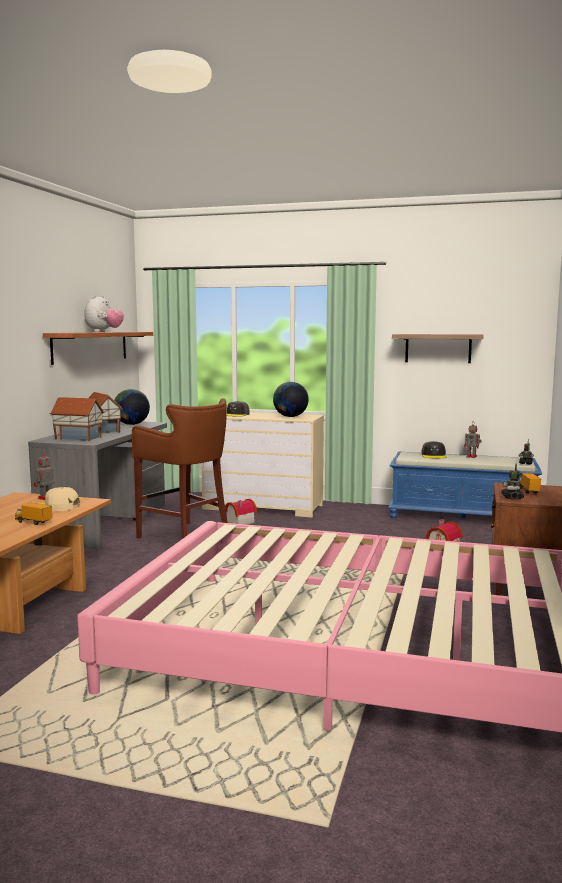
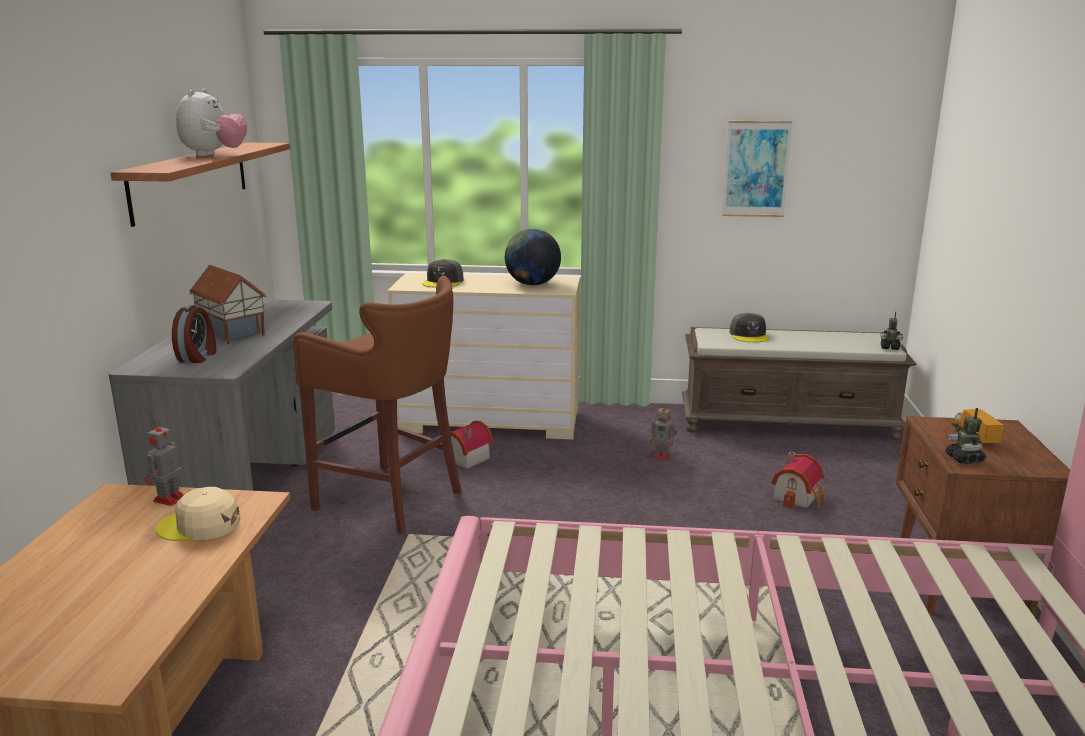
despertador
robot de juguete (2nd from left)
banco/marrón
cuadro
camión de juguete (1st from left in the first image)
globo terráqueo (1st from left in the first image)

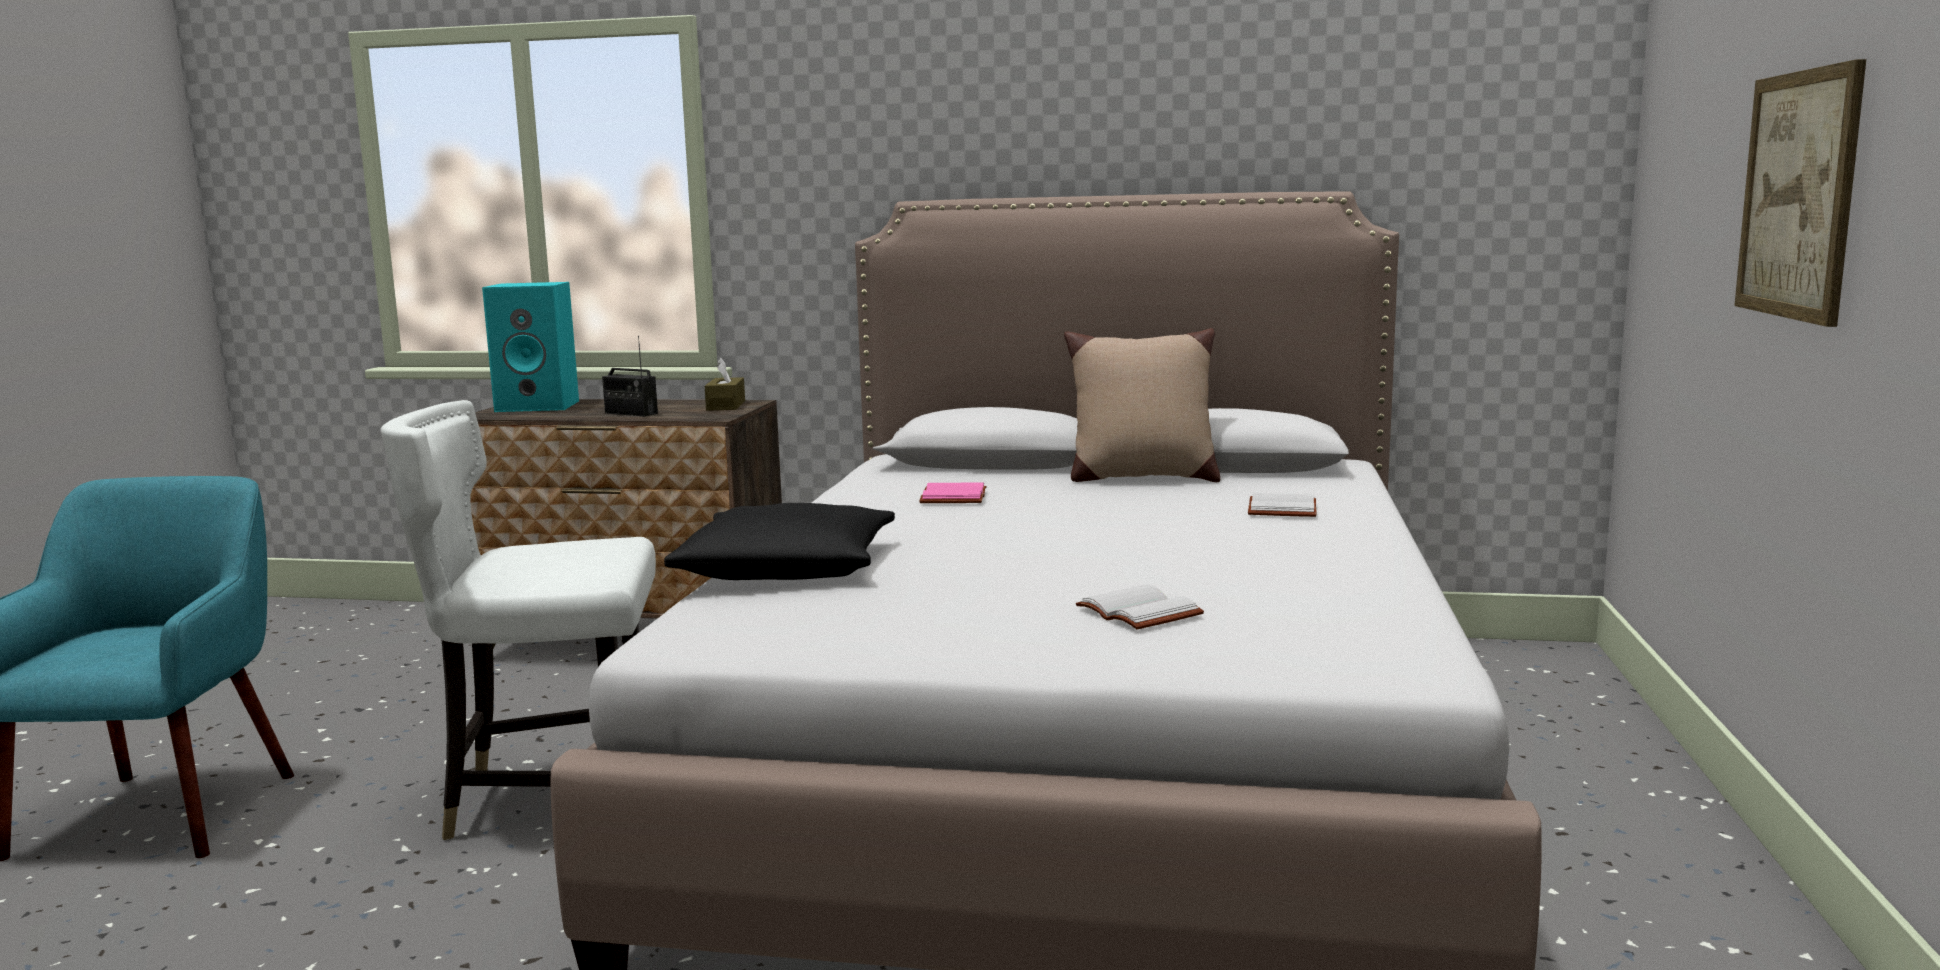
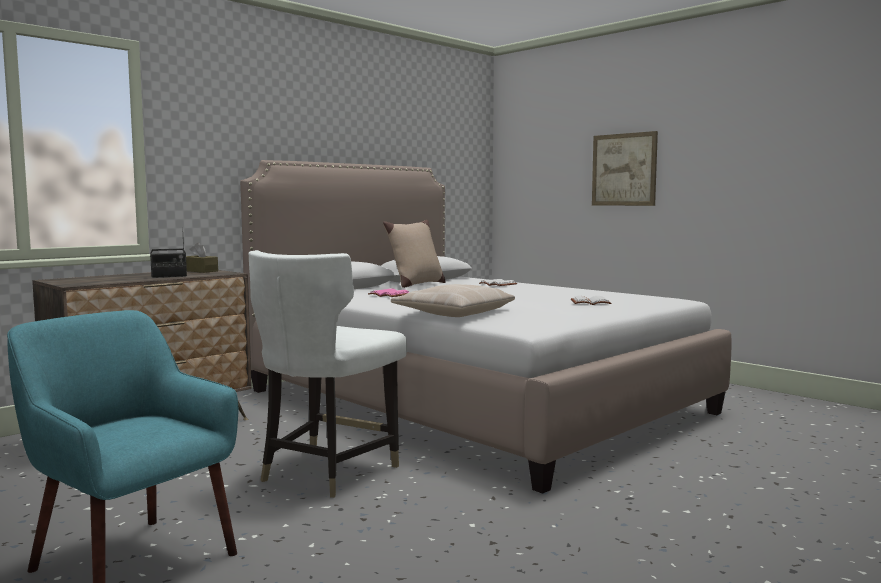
cojín/beis (2nd from left)
altavoz/turquesa

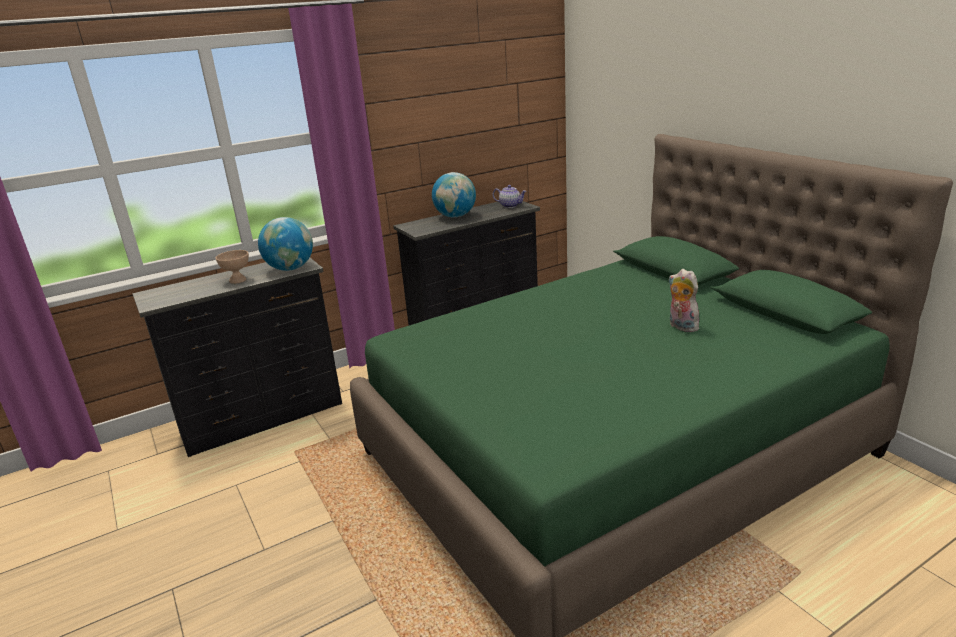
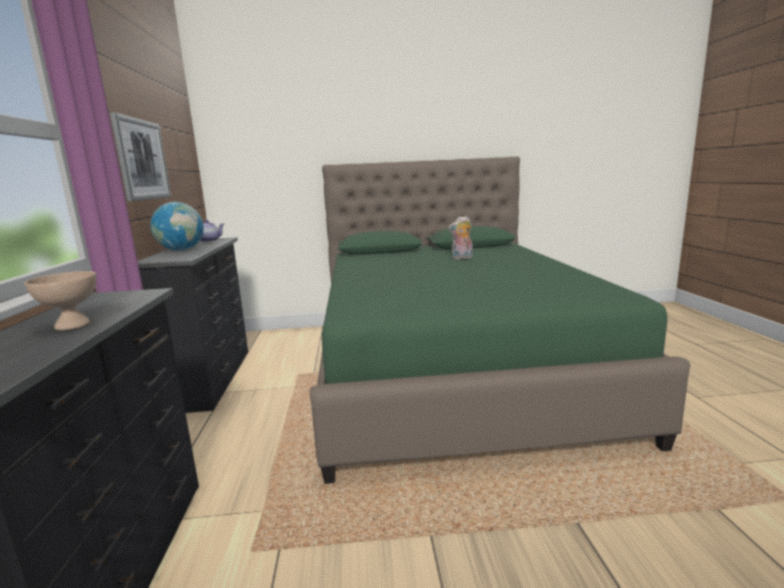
cuadro
globo terráqueo (1st from left in the first image)

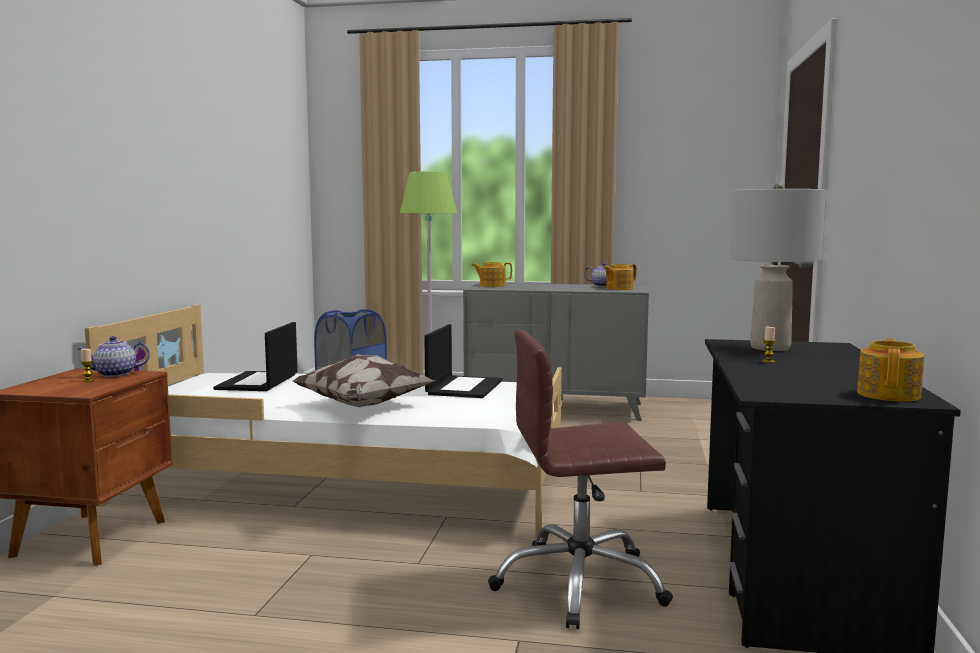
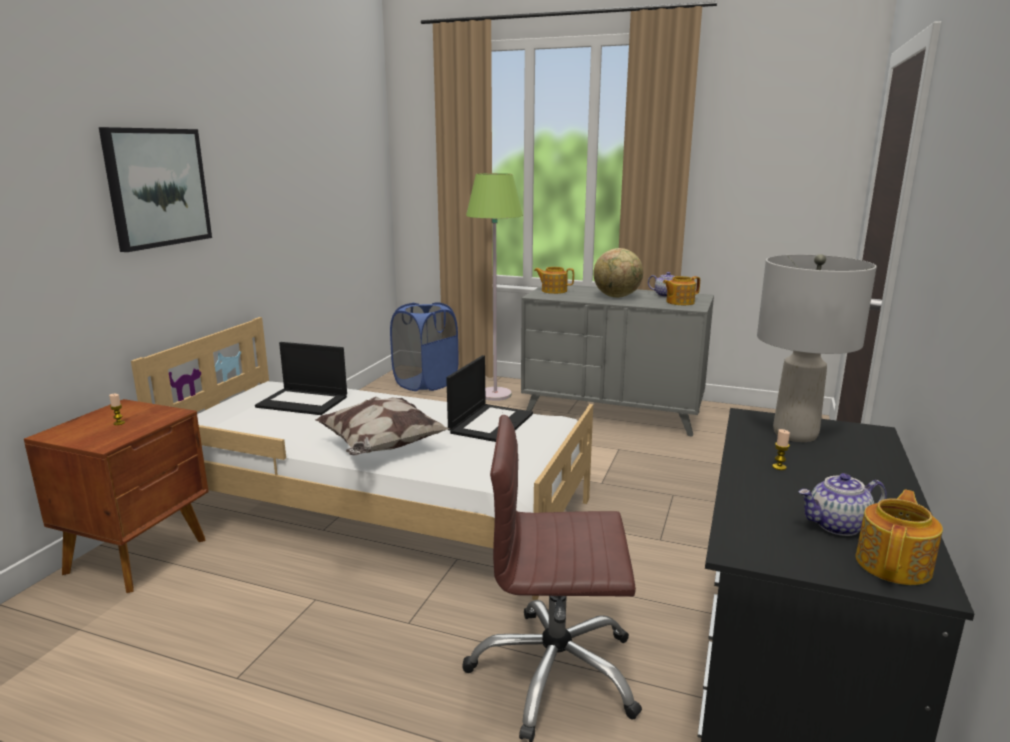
cuadro
portátil (1st from left)
globo terráqueo
tetera (4th from left)

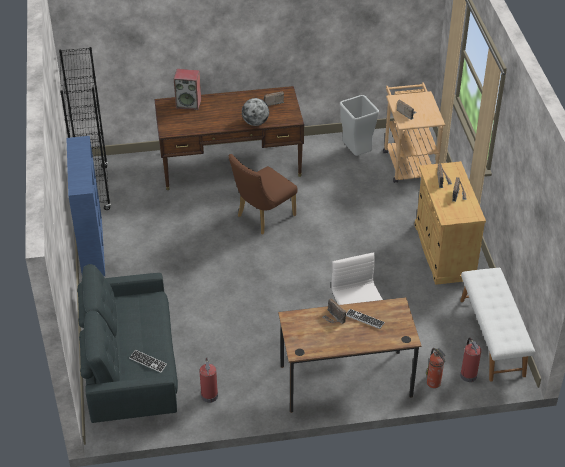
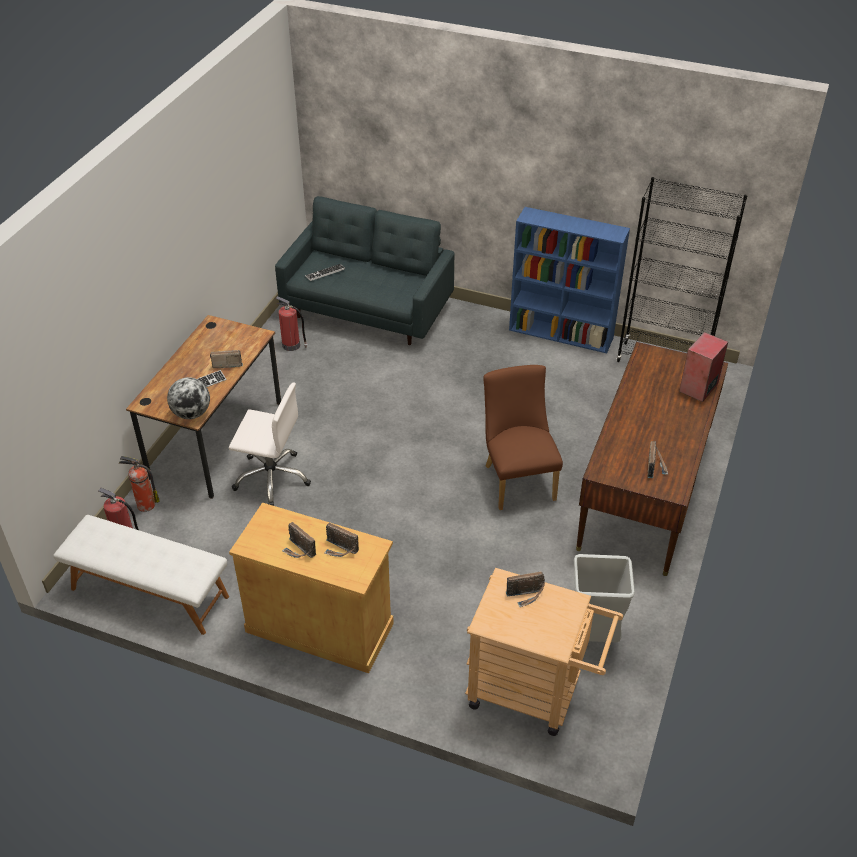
globo terráqueo

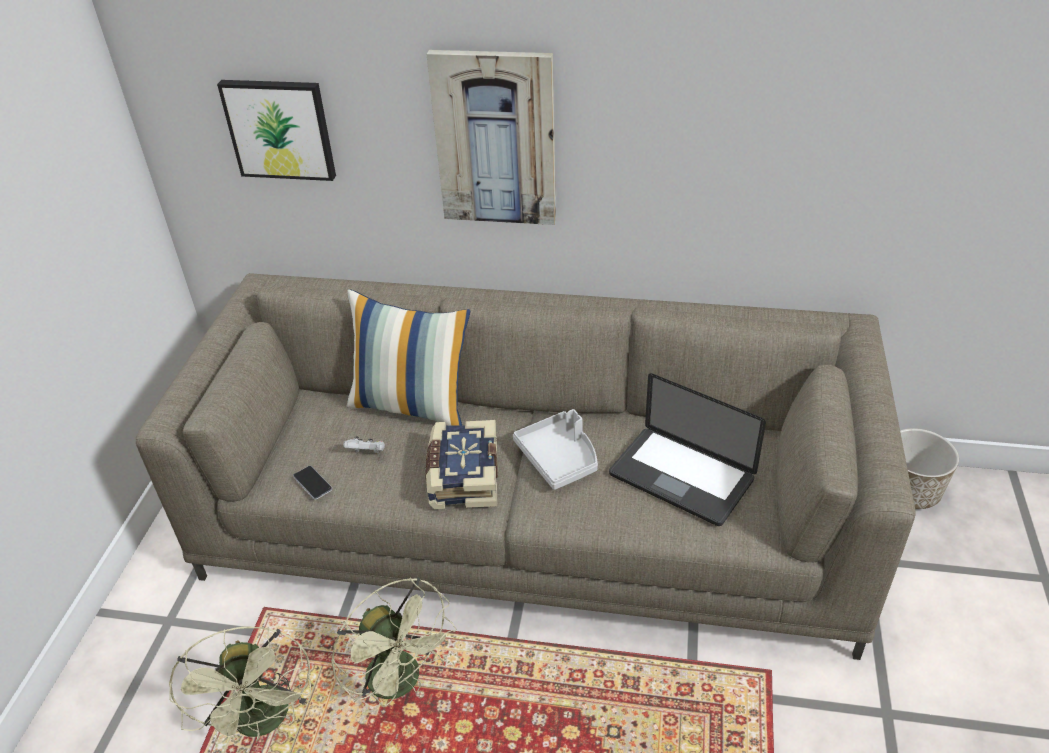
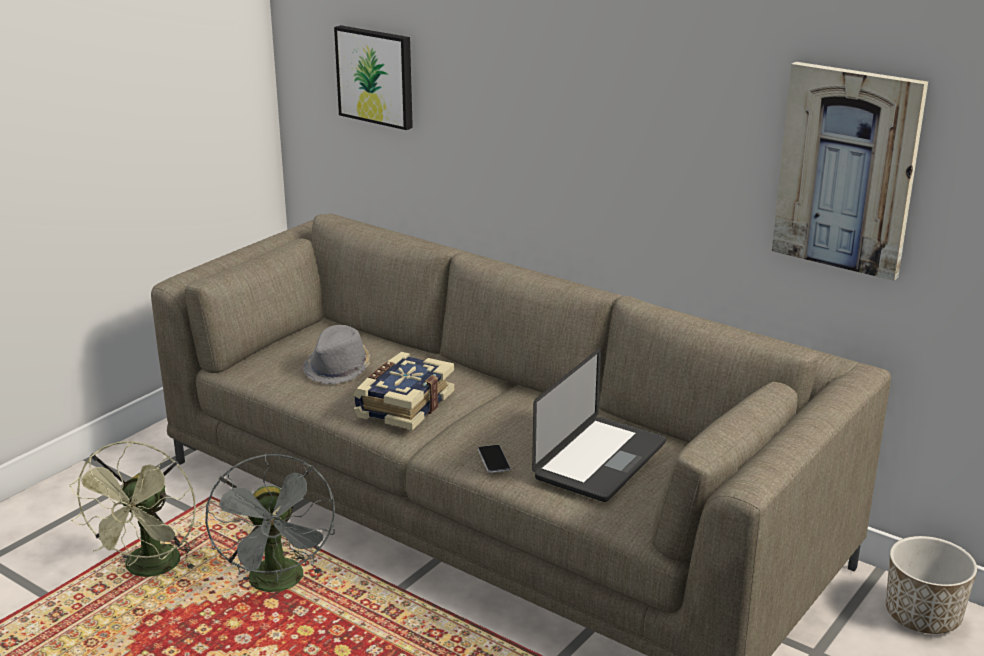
ventilador/gris
sombrero/gris
móvil
portátil
cuadro (2nd from left)
cojín
bandeja/gris

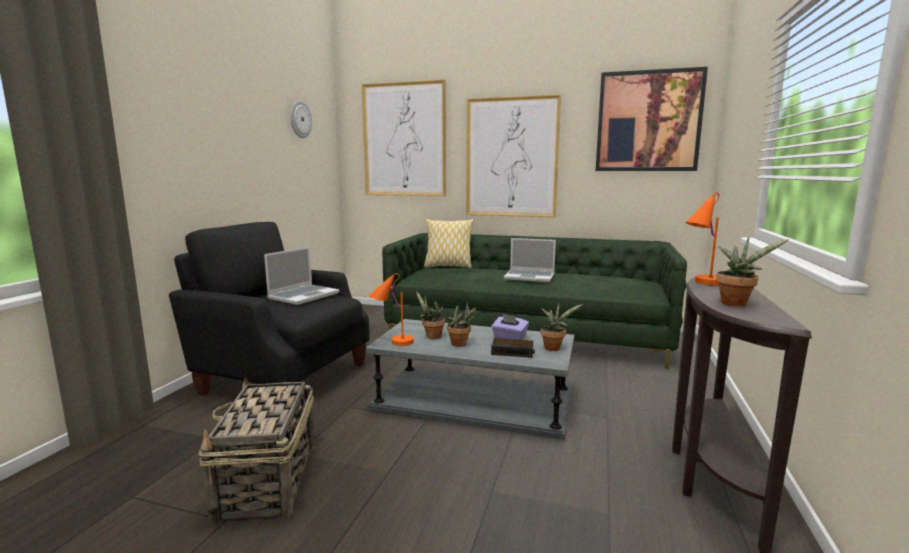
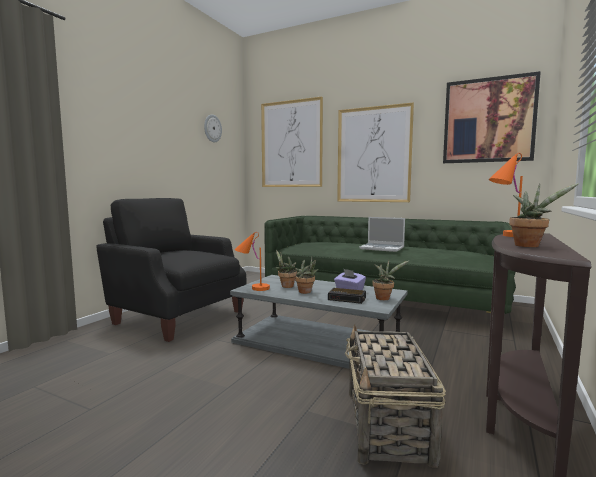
cesta
portátil (1st from left in the first image)
cojín

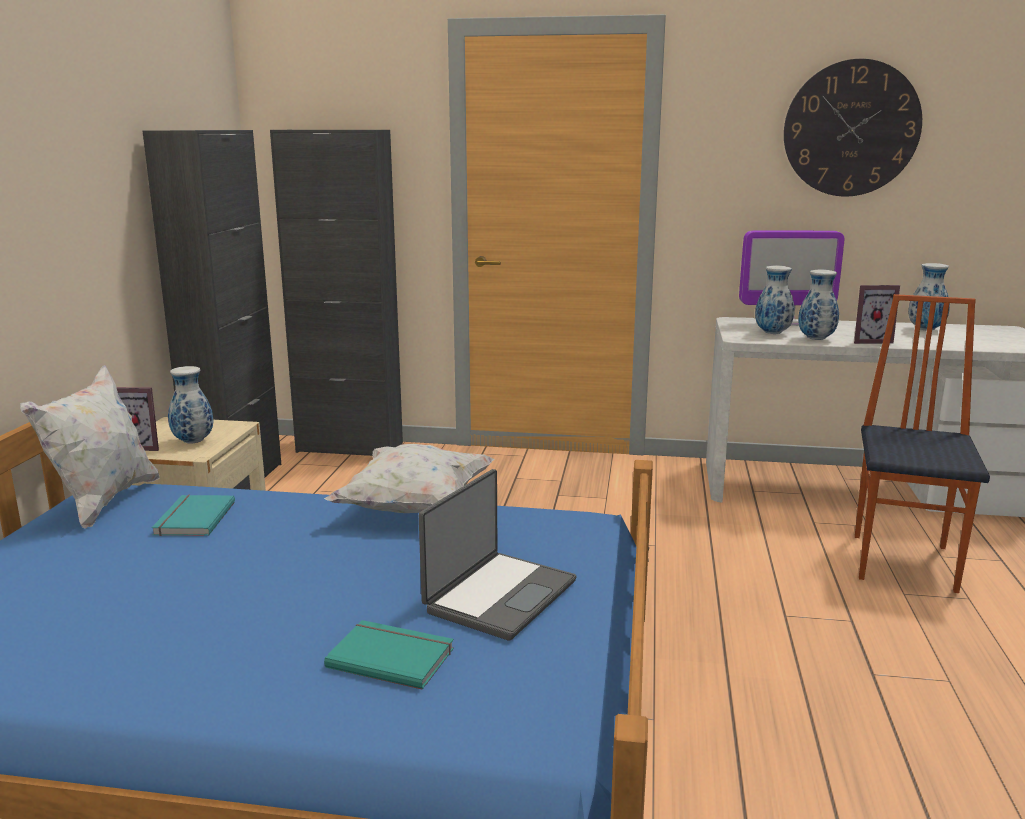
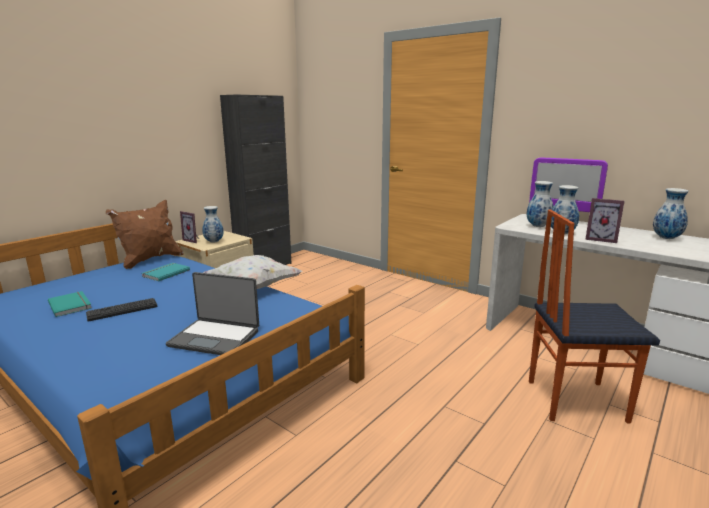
libro/turquesa (1st from left)
teclado
cojín/marrón
portátil
silla
armario/negro (2nd from left in the first image)
reloj de pared

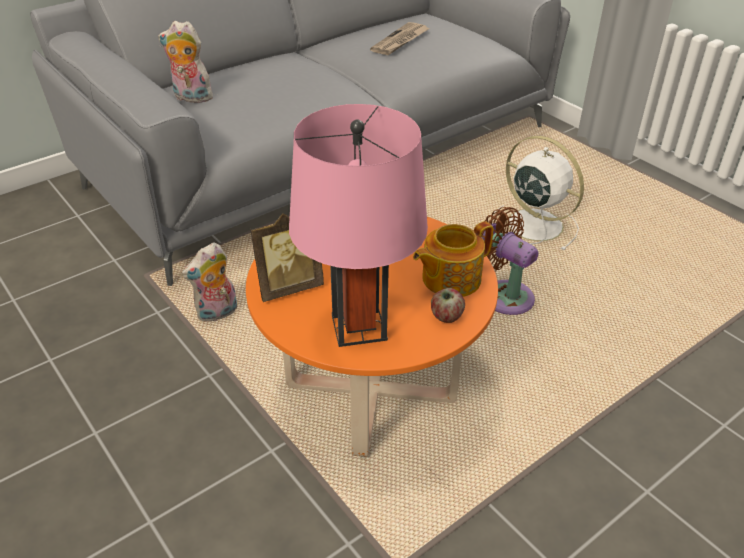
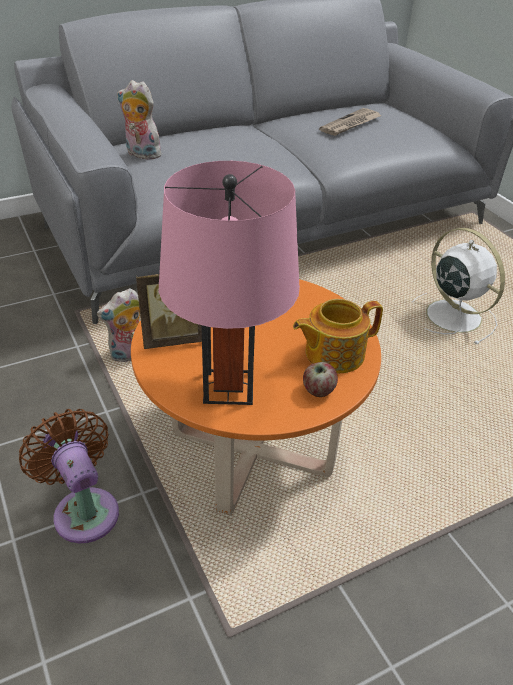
ventilador/marrón

